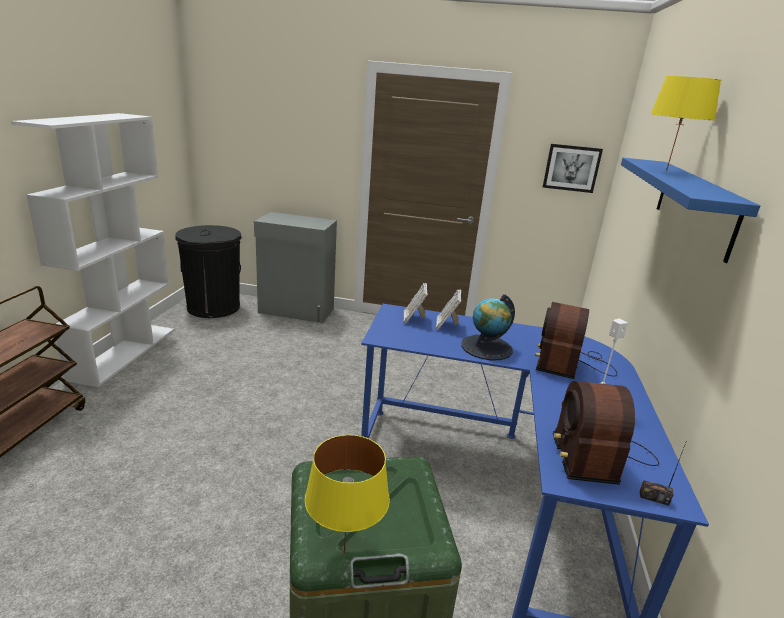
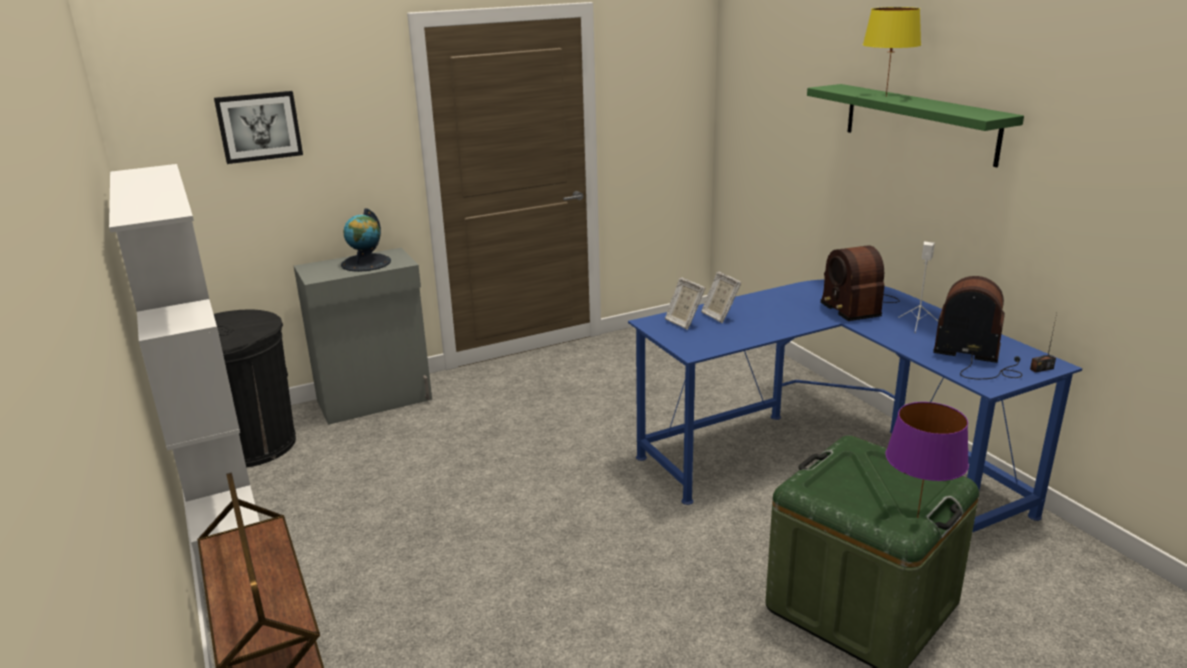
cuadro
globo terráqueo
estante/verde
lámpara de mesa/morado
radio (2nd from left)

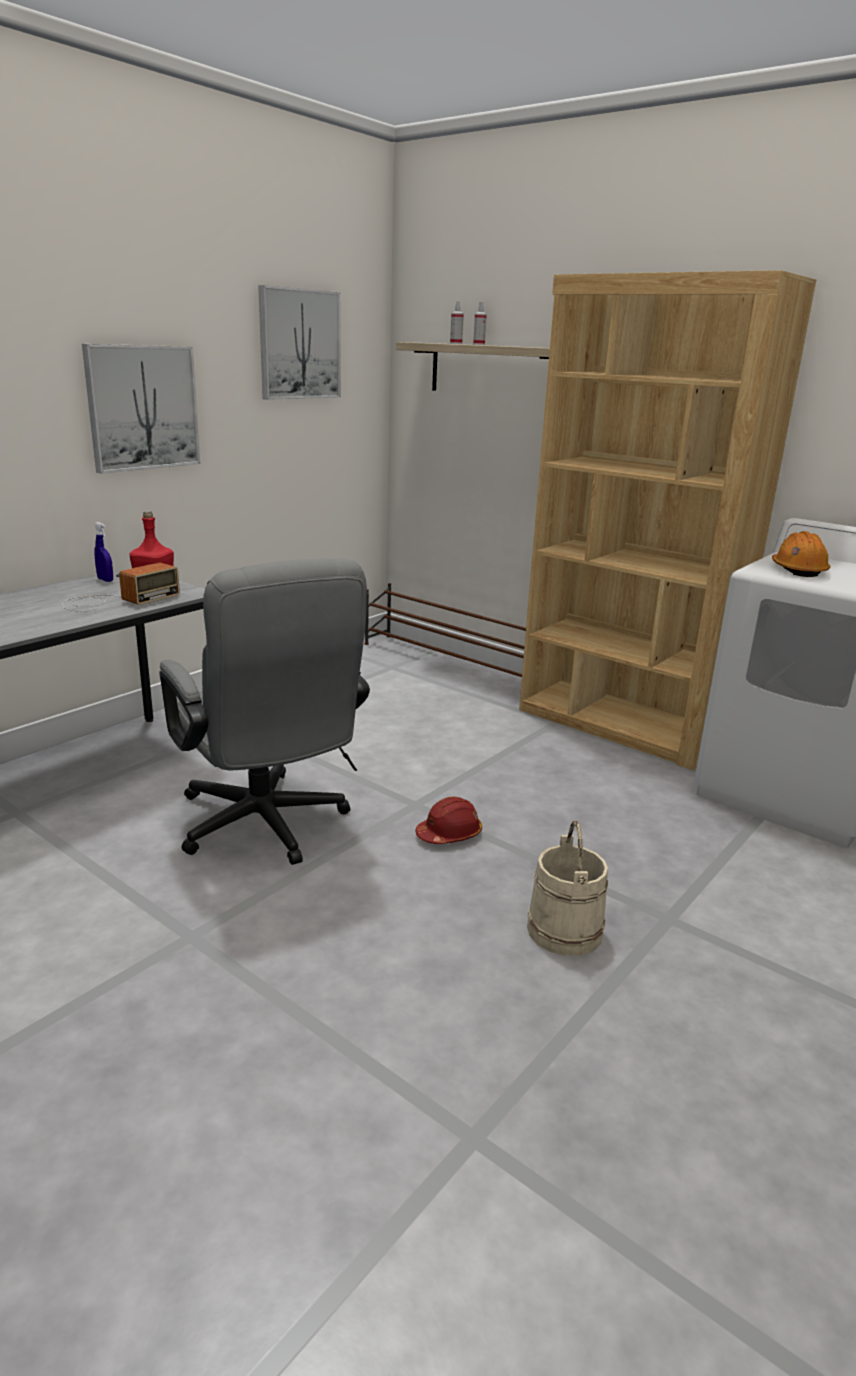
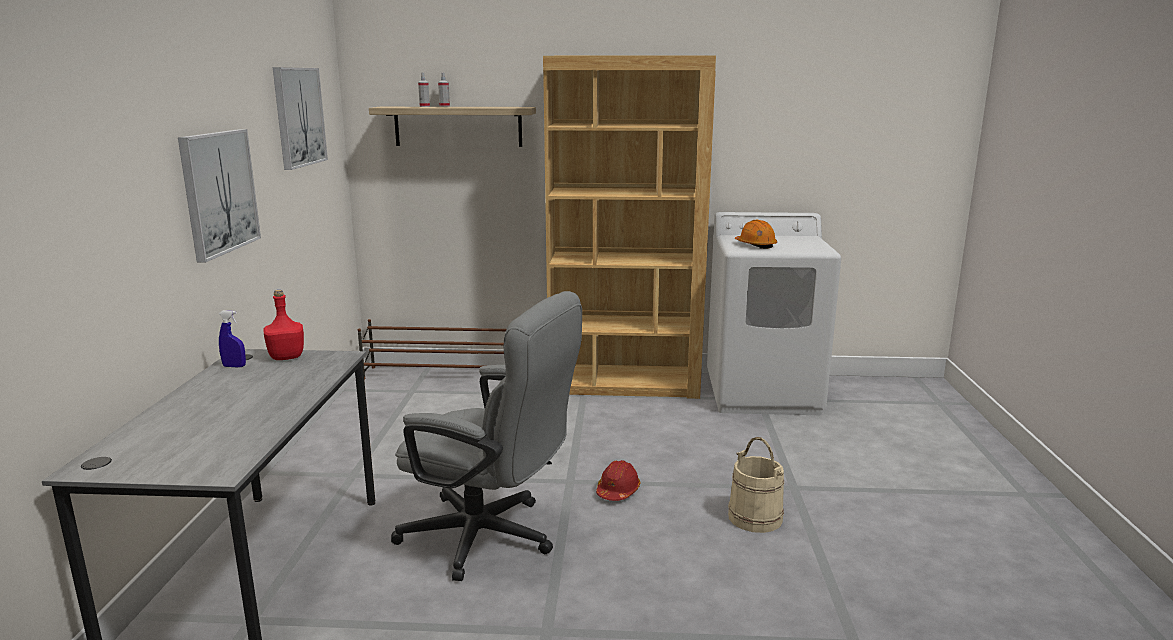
radio

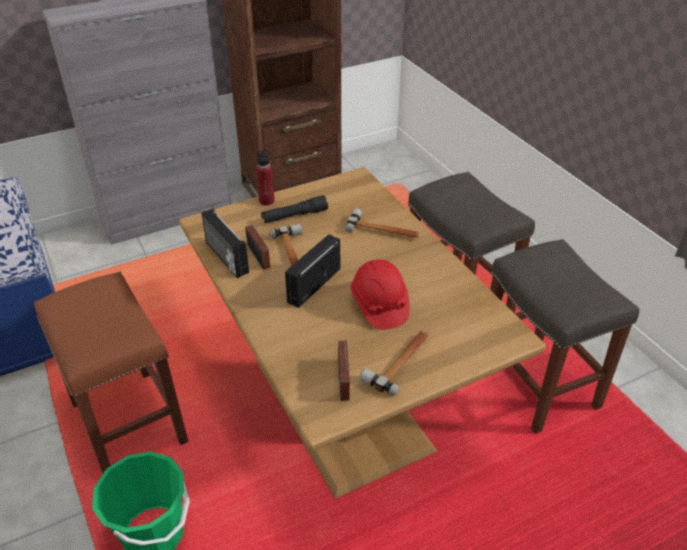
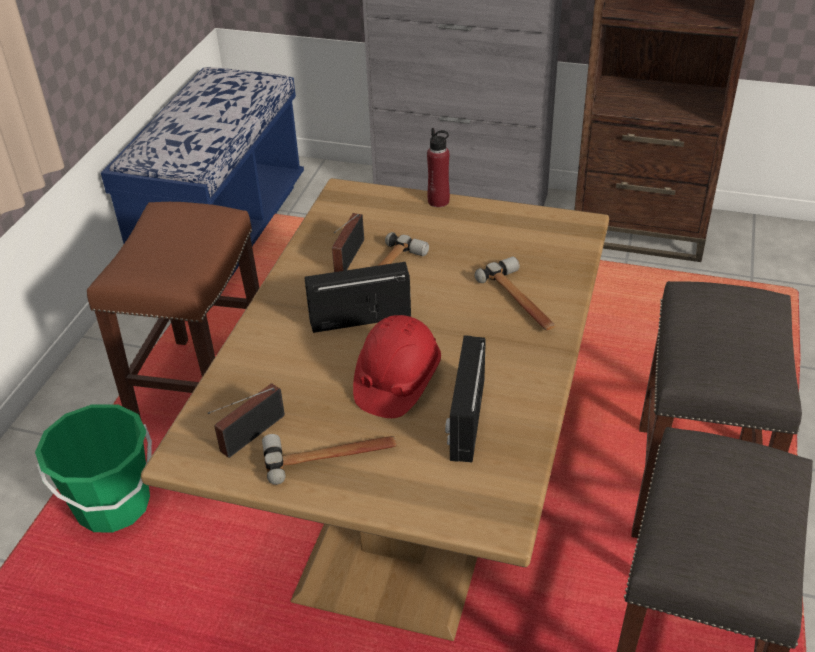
radio (4th from left)
linterna/negro

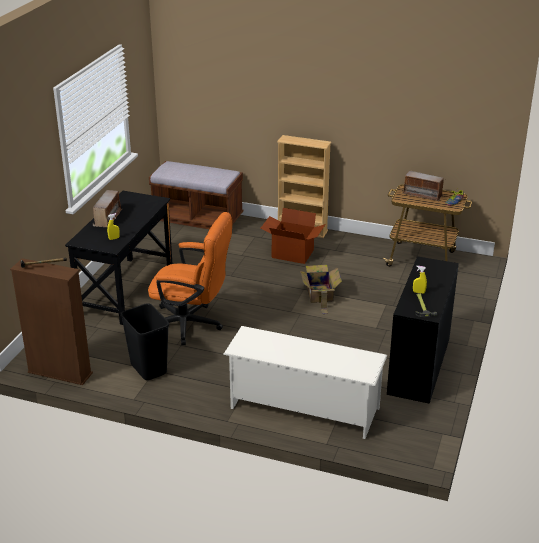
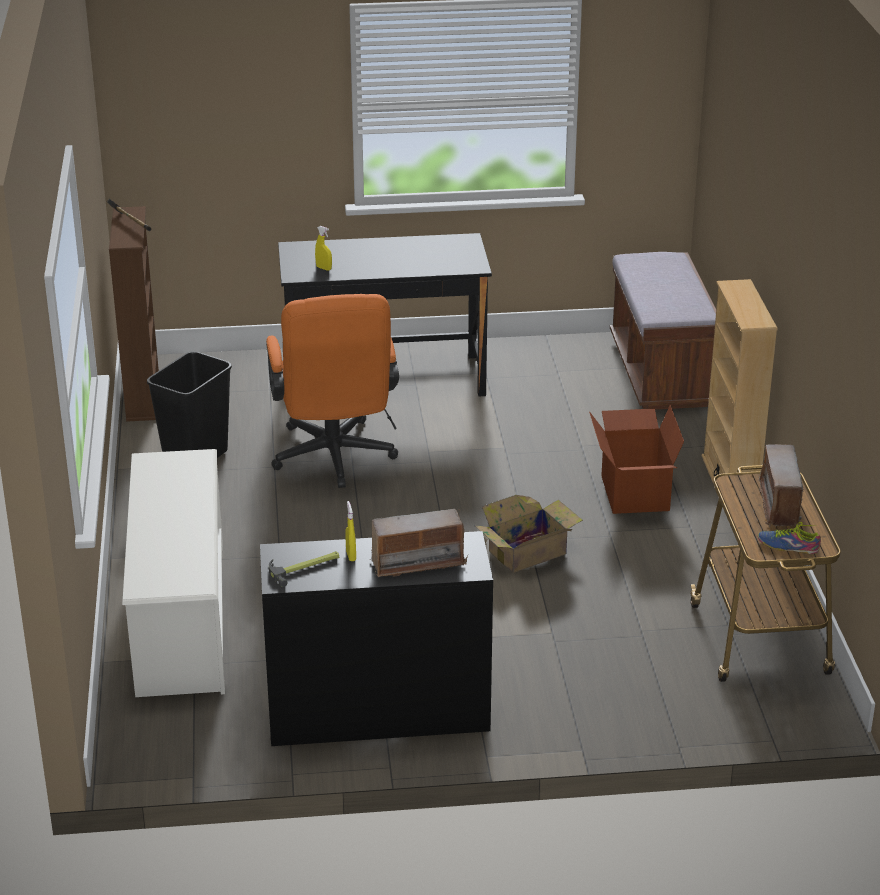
radio (1st from left)

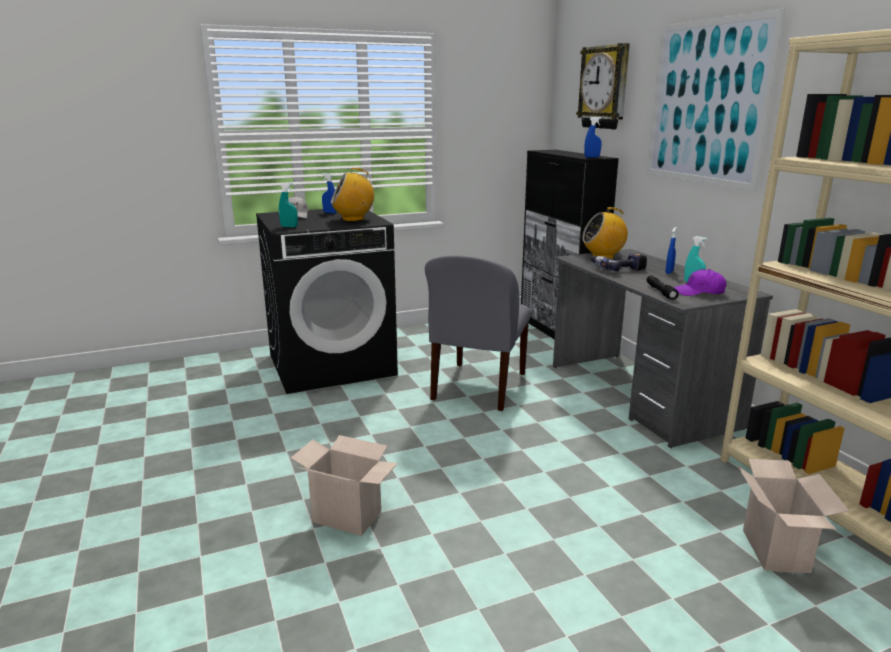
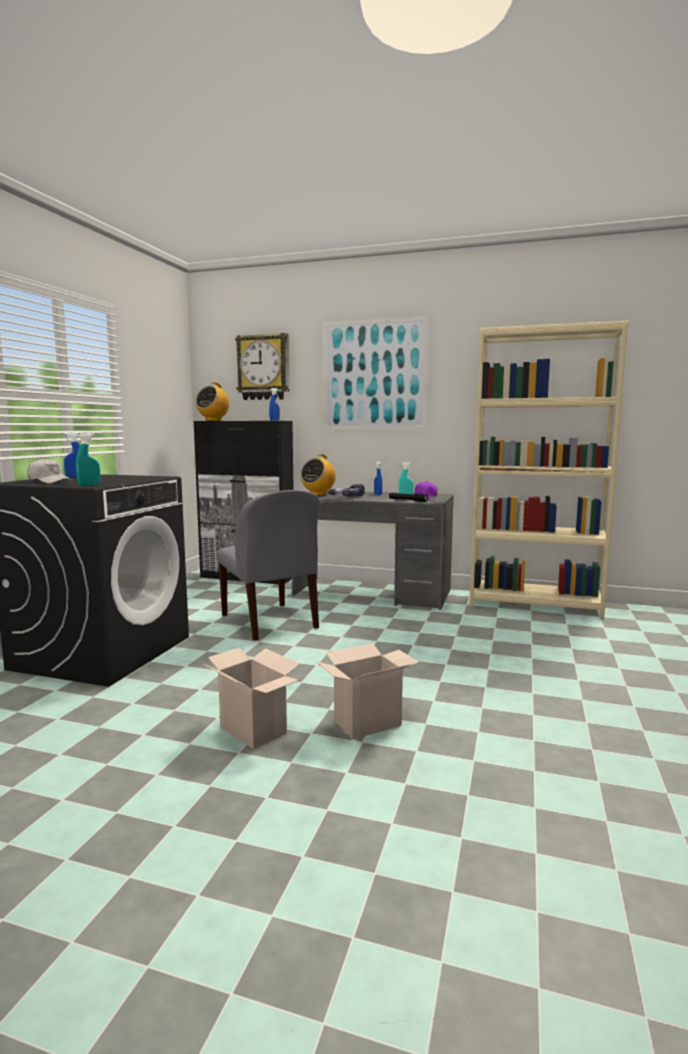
radio (1st from left)
caja de cartón (1st from left)

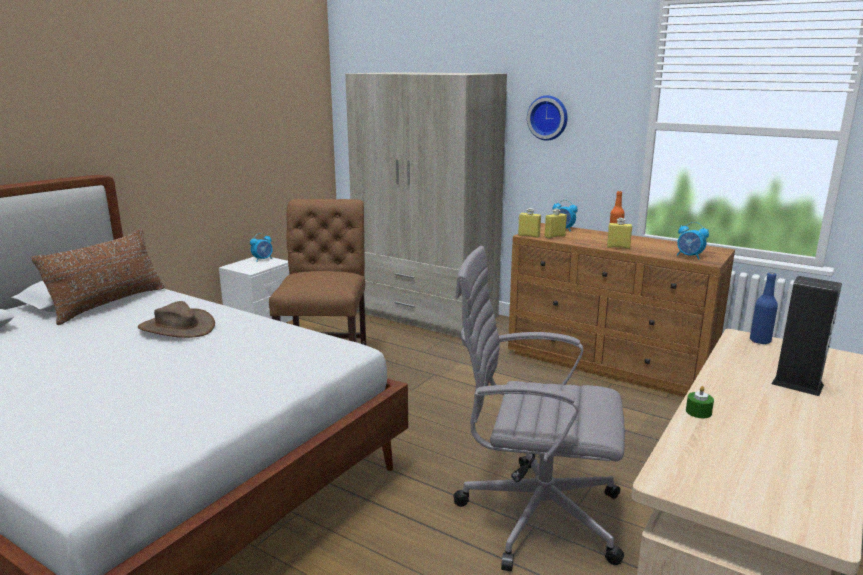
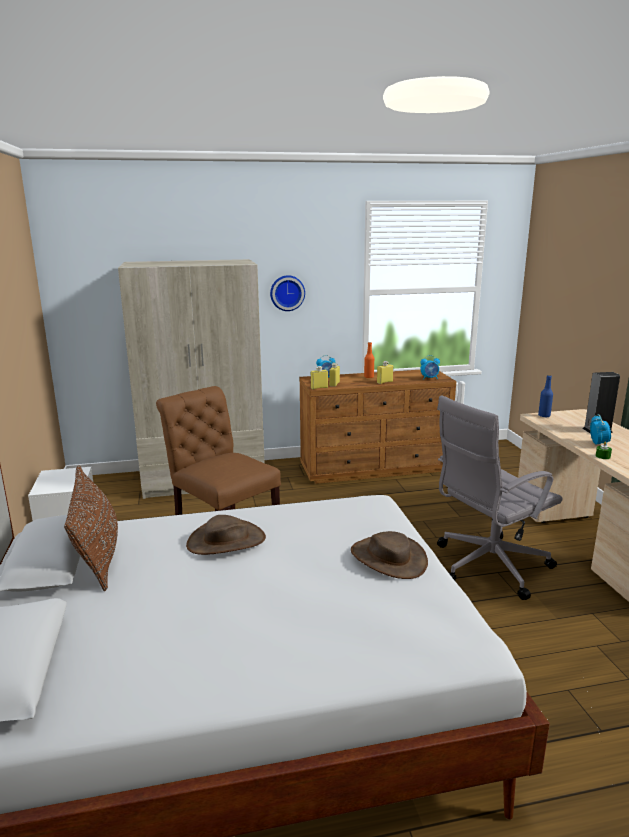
sombrero/marrón (2nd from left)
despertador (3rd from left)

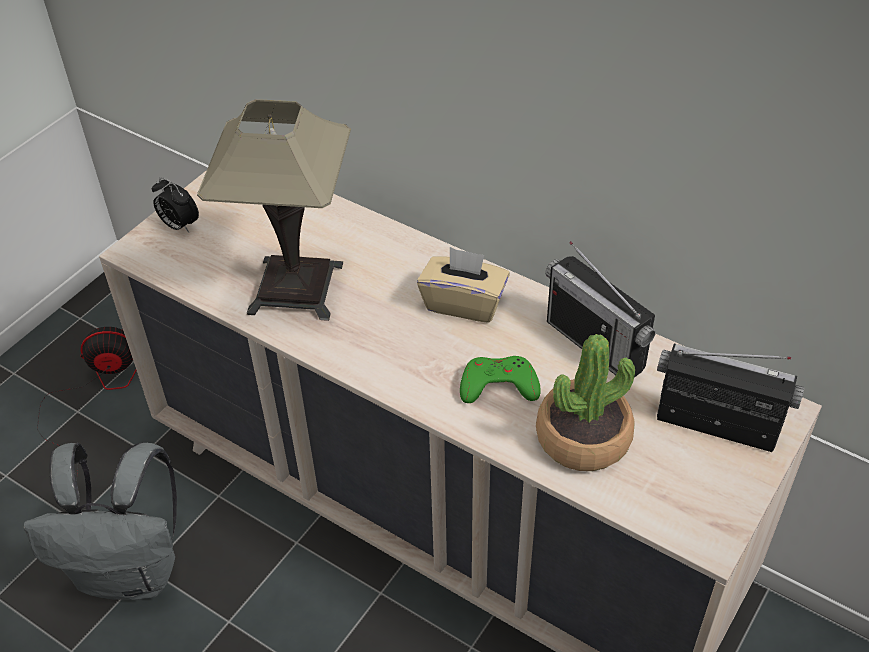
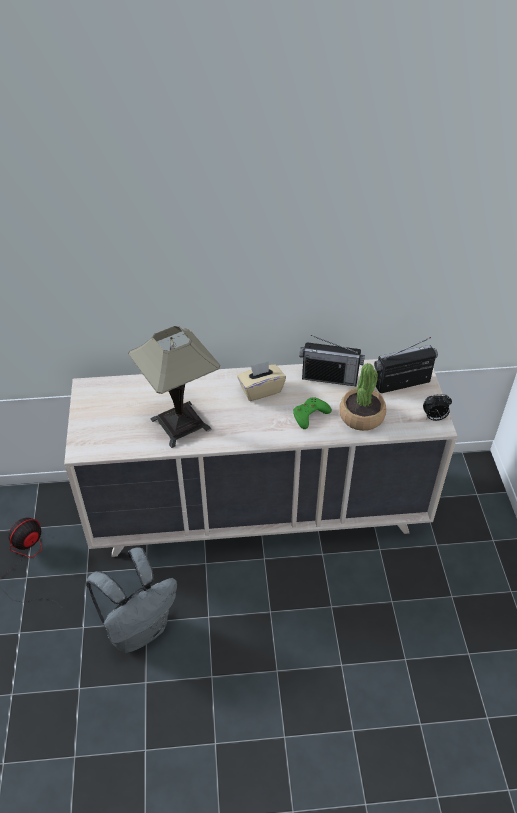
despertador

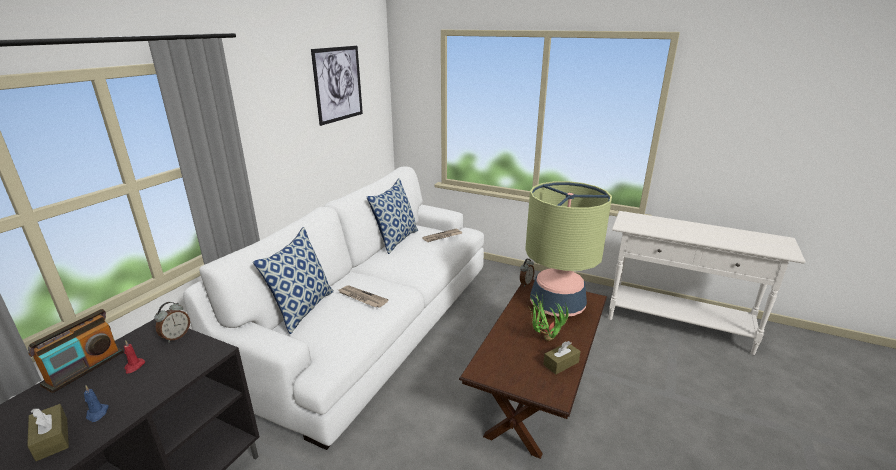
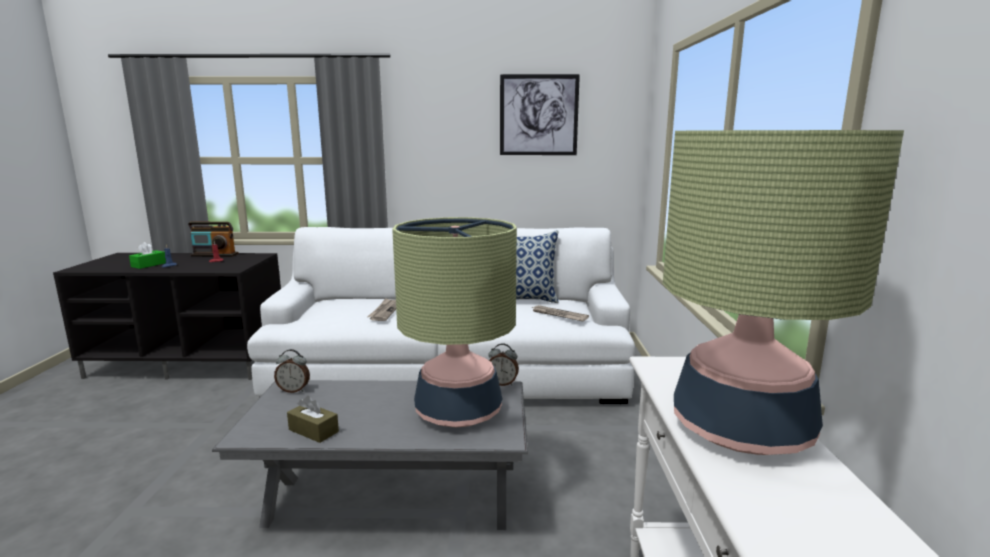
caja de pañuelos/verde
mesa de centro/gris
despertador (1st from left)
lámpara de mesa (2nd from left)
cojín (1st from left in the first image)
planta en maceta

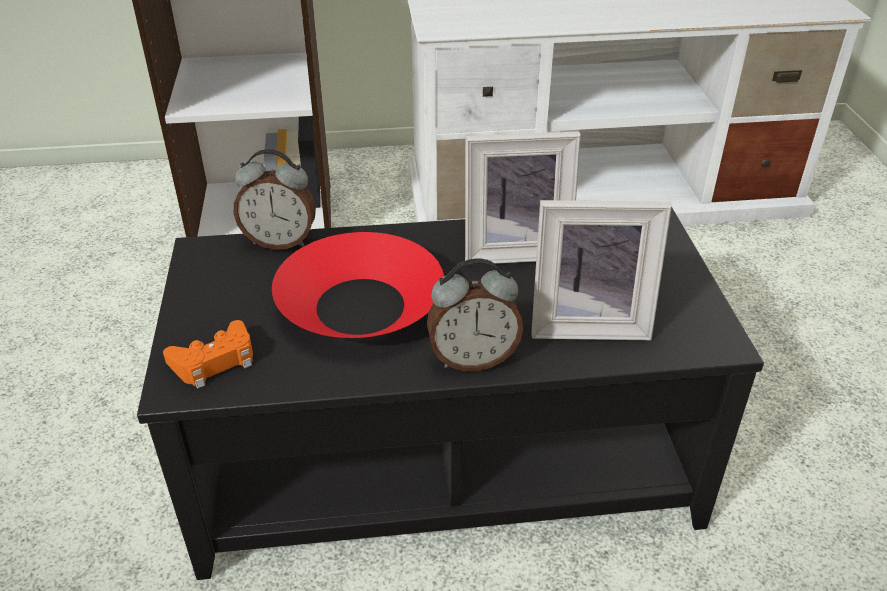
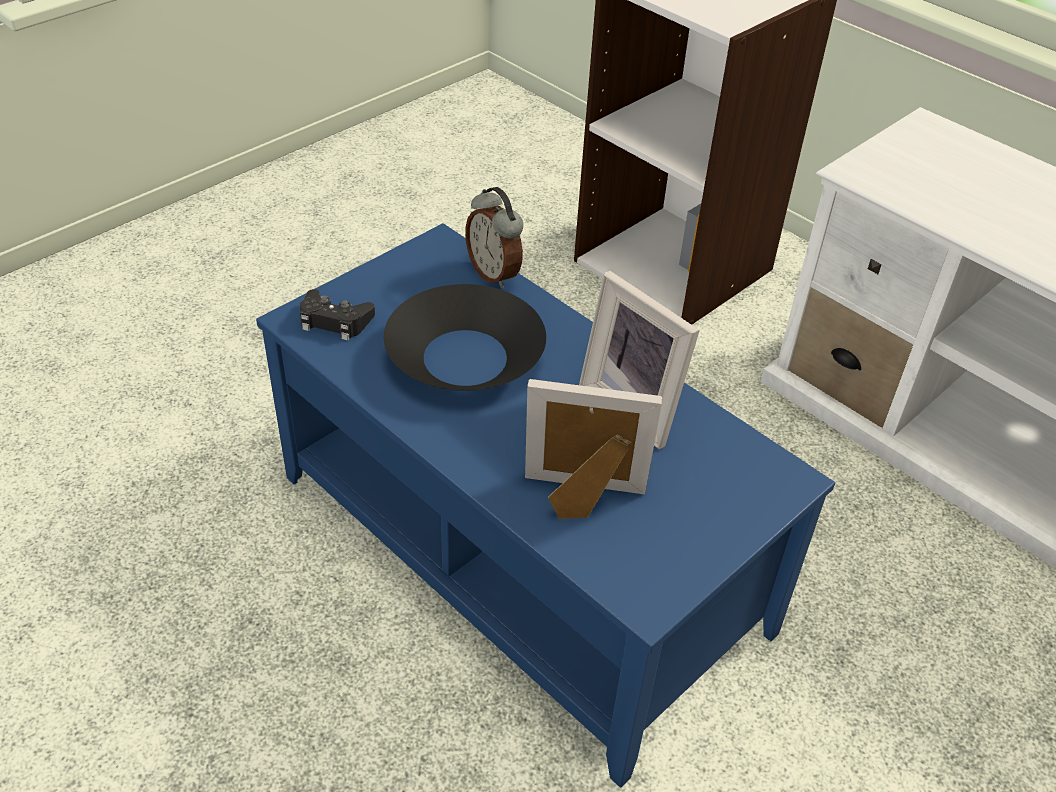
mesa de centro/azul
mando de consola/negro
cuenco/negro
portarretratos (1st from left)
despertador (2nd from left in the first image)

